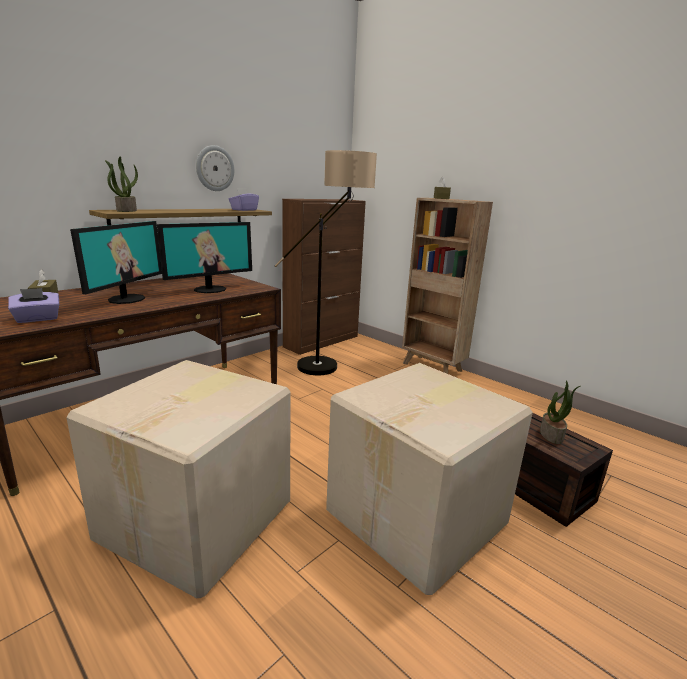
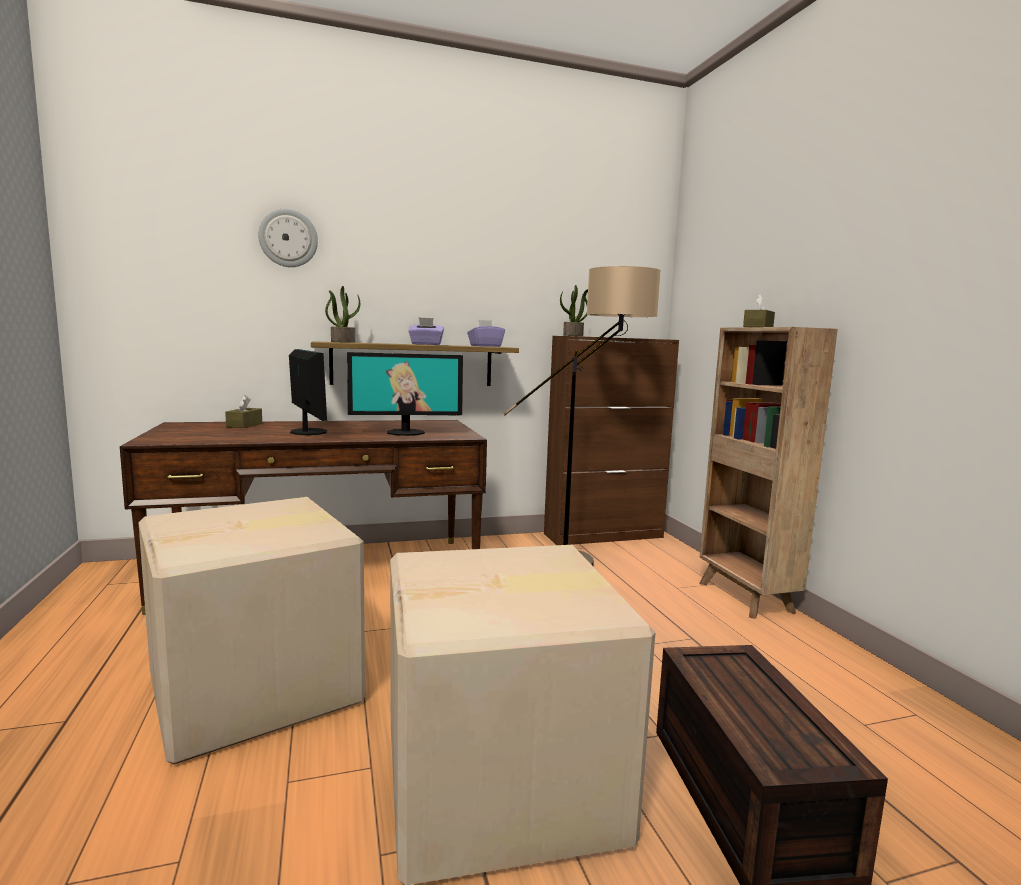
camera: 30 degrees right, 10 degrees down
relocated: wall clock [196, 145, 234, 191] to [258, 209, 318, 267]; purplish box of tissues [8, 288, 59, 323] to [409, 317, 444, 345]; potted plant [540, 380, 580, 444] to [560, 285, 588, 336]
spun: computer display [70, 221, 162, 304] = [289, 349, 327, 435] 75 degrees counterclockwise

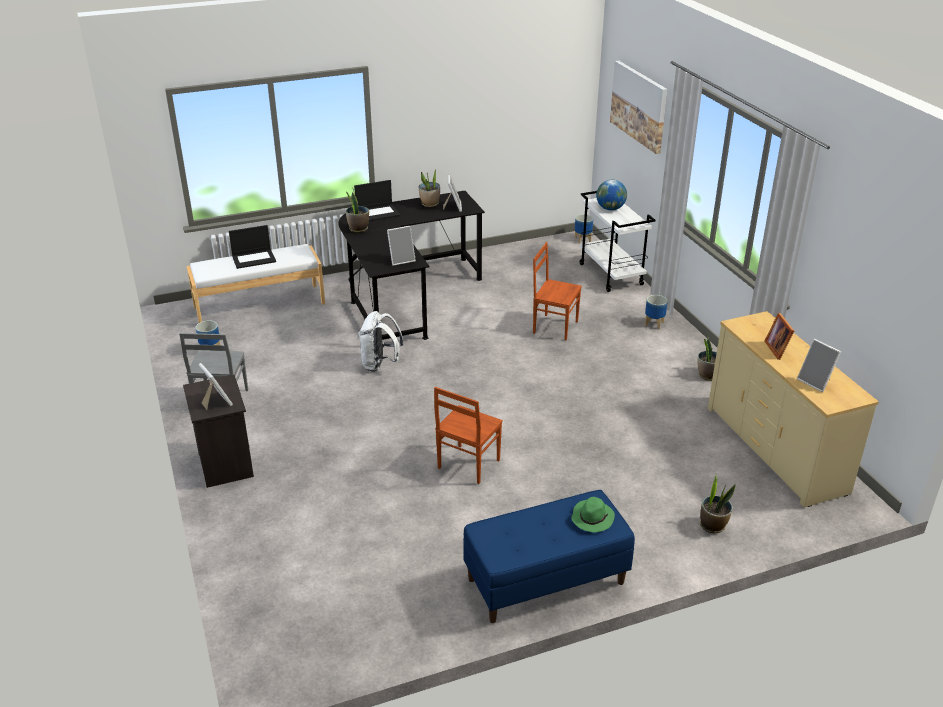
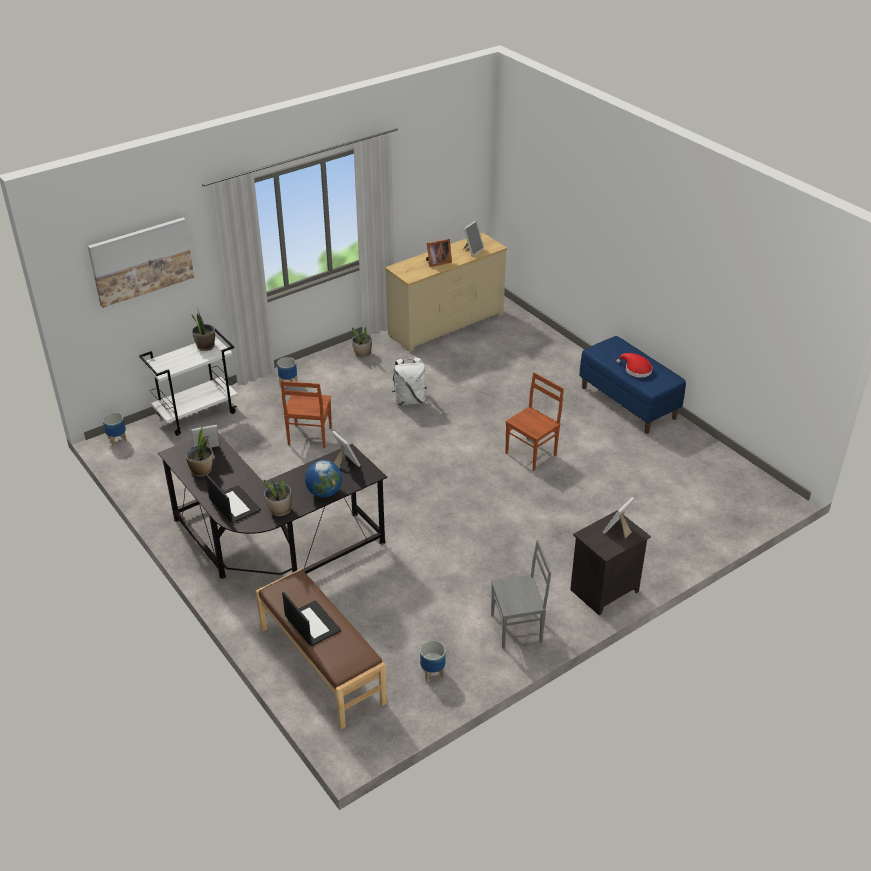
camera: 105 degrees left, 5 degrees up
missing: green wearable hat [571, 497, 615, 532]
appeared: red wearable hat [617, 353, 653, 378]
relocated: potted plant [700, 473, 736, 533] to [191, 308, 215, 351]; globe [596, 180, 627, 211] to [305, 460, 342, 498]; whitish rucksack [358, 311, 404, 372] to [392, 357, 427, 405]
colour: whitish long seat [187, 244, 325, 323] to brownish long seat [256, 569, 387, 730]
spun: brownish chair [434, 387, 503, 484] = [505, 372, 564, 470] 60 degrees counterclockwise

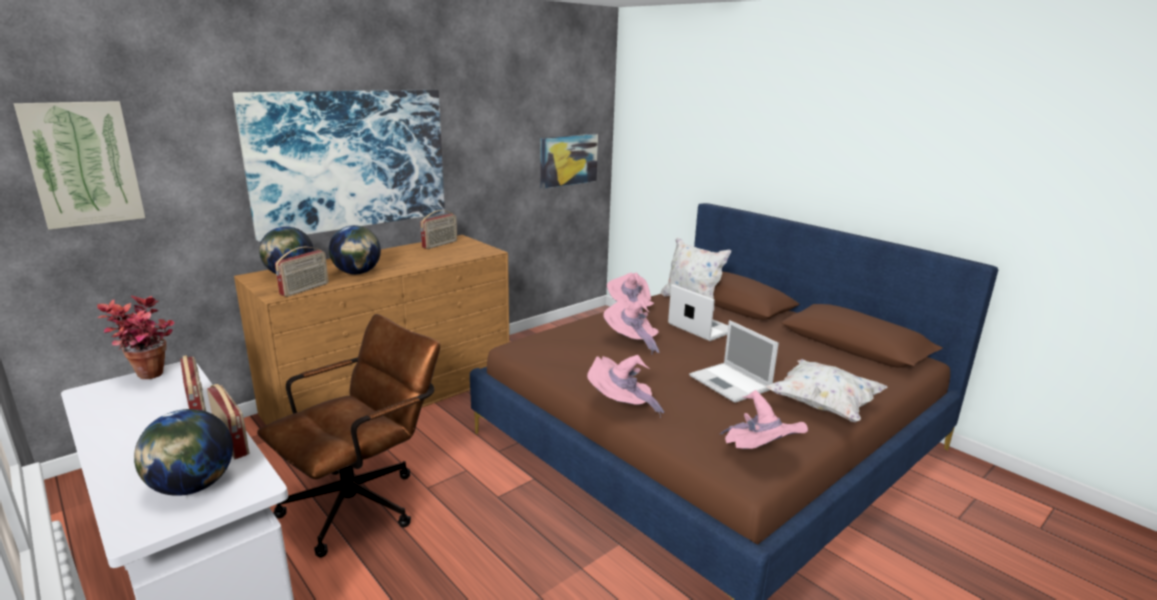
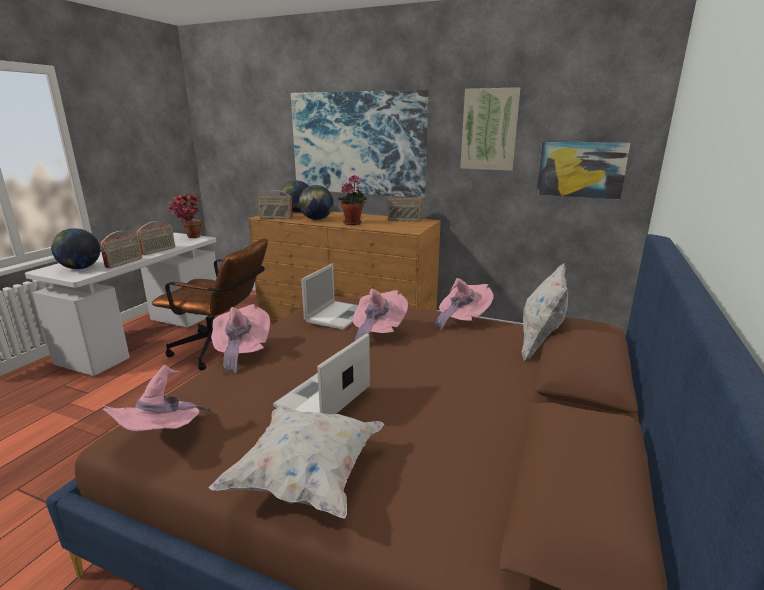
camera: 65 degrees right, 0 degrees up
appeared: potted plant [338, 175, 367, 225]
relocated: notebook computer [668, 284, 728, 341] to [301, 263, 358, 330]; wall picture [13, 101, 145, 230] to [460, 87, 520, 171]

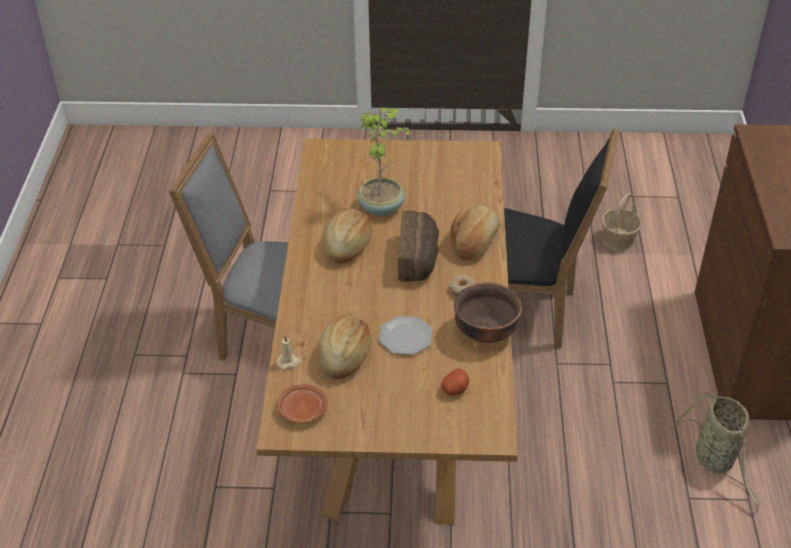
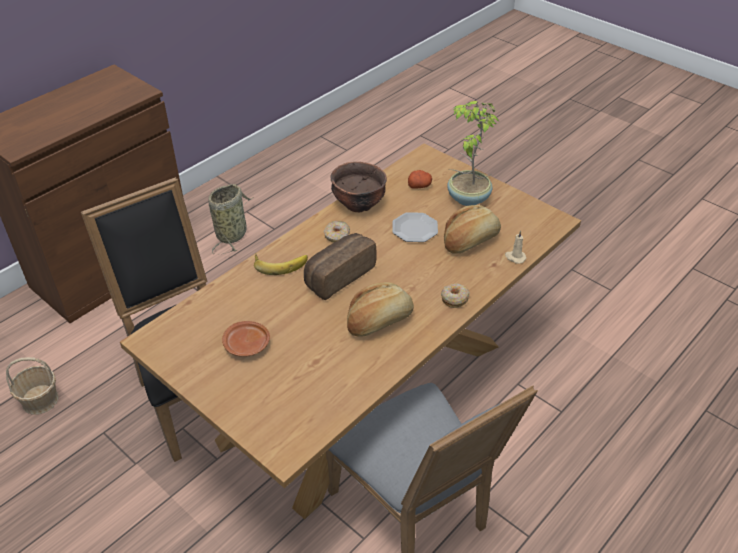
camera: 140 degrees left, 0 degrees up
appeared: doughnut [441, 284, 470, 308]
relocated: brownish flat dish [277, 384, 328, 423] to [222, 321, 270, 357]; potted plant [357, 108, 414, 216] to [447, 101, 500, 206]
exchanged: bakery bread [450, 205, 500, 261] to banana [254, 254, 308, 275]

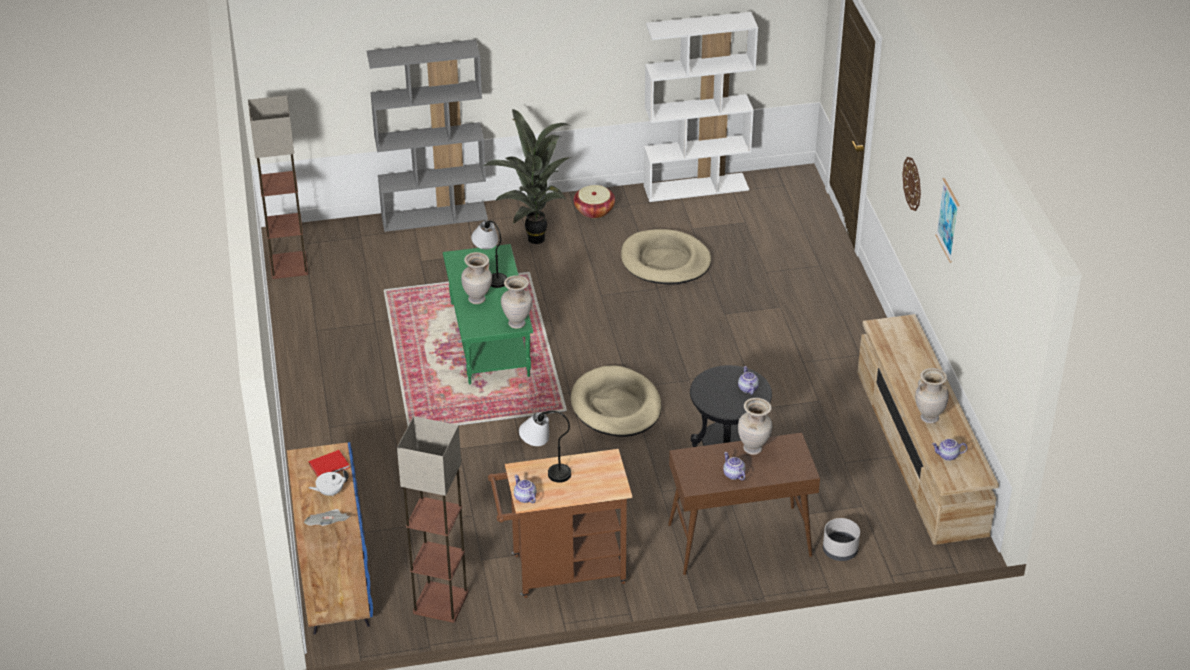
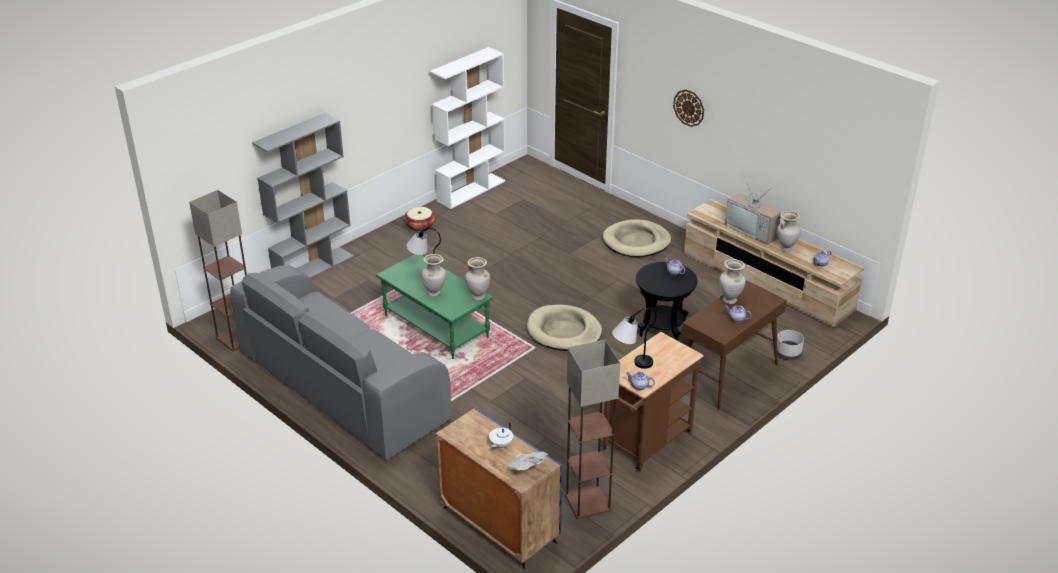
camera: 35 degrees left, 5 degrees down
missing: red volume [309, 450, 350, 477]; potted plant [483, 109, 572, 244]; wall picture [935, 178, 960, 263]
appeared: greyish couch [230, 265, 452, 460]; television [725, 177, 781, 245]
relocated: sand-coloured dog cushion [621, 229, 711, 285] to [603, 219, 671, 257]

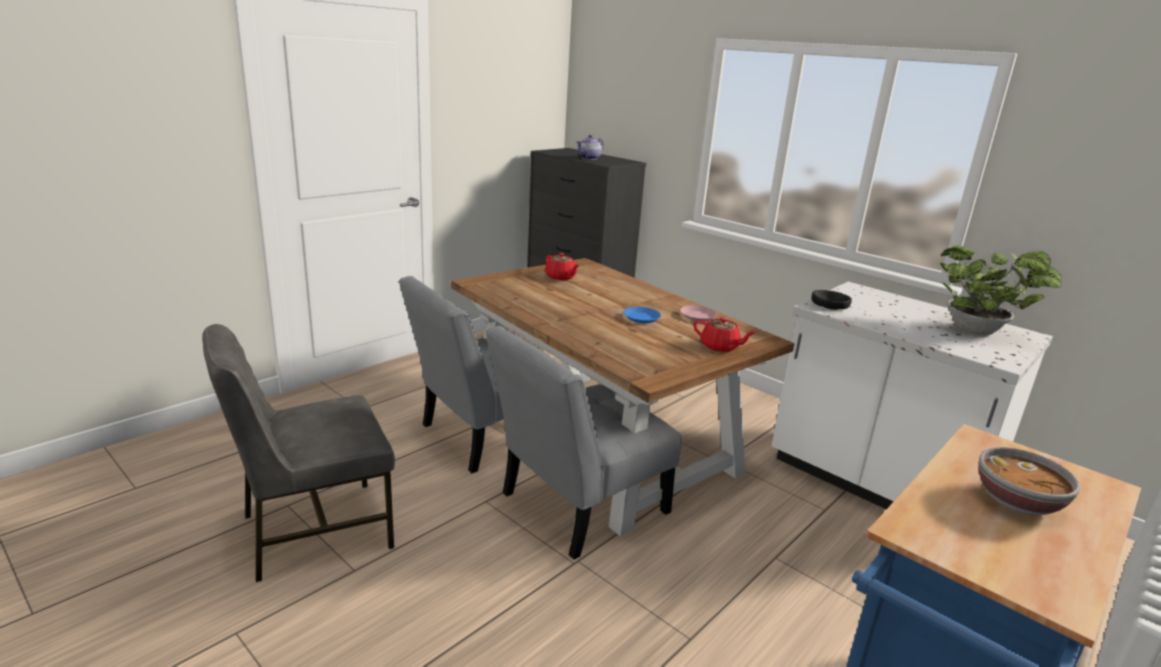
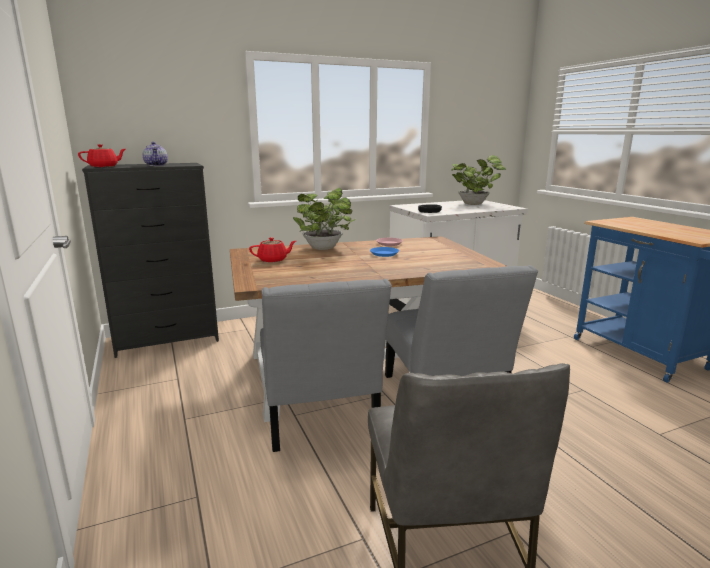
camera: 65 degrees left, 5 degrees down
missing: bowl [978, 447, 1080, 515]
appeared: potted plant [293, 188, 356, 250]
relocated: red tea pot [694, 317, 756, 352] to [78, 144, 126, 167]

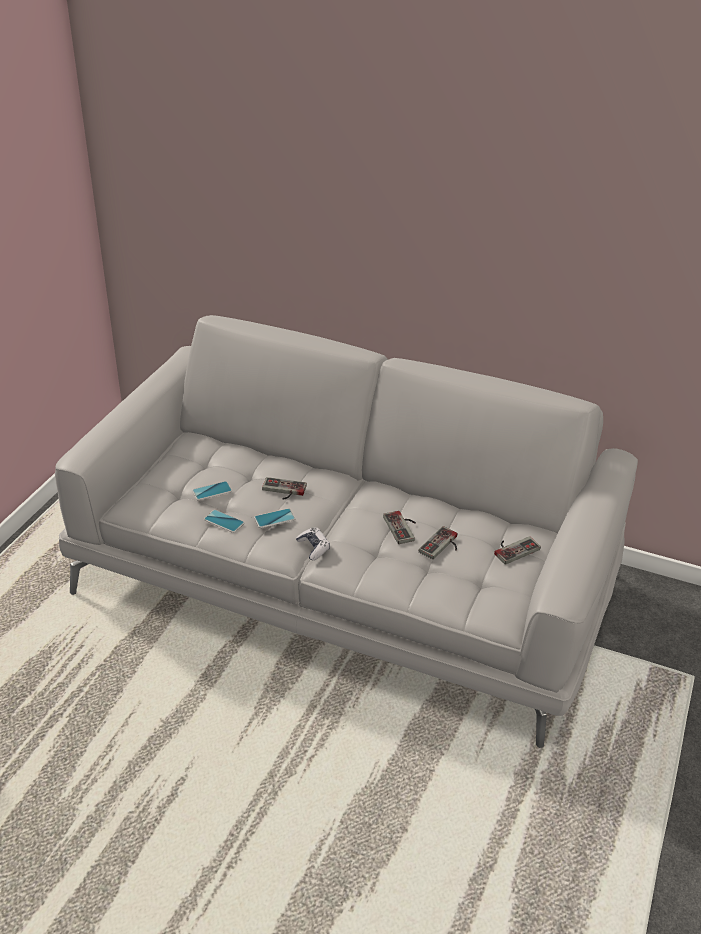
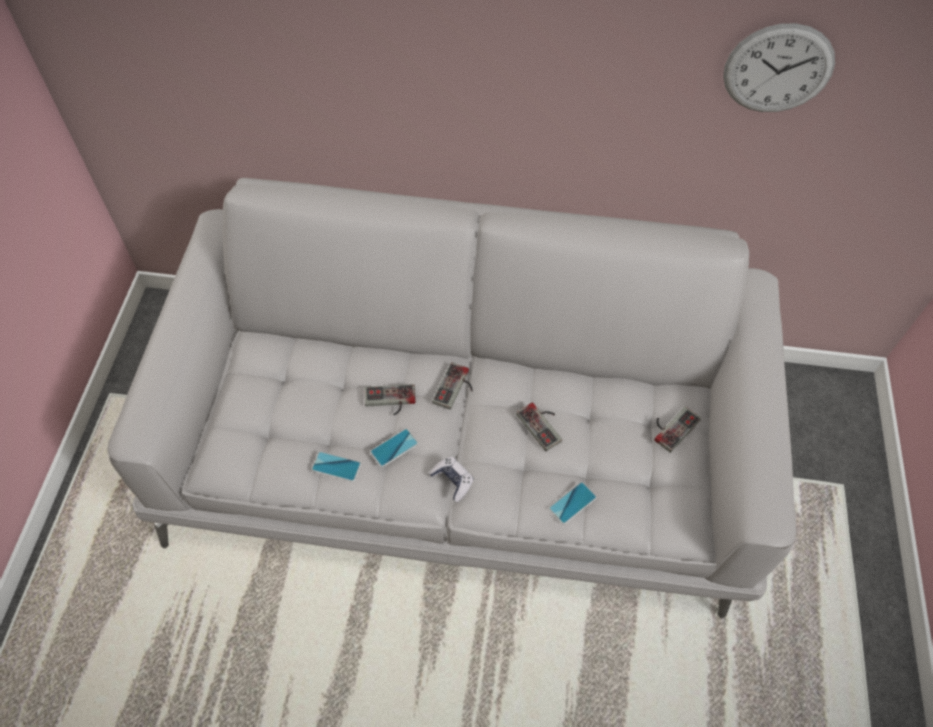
camera: 15 degrees left, 20 degrees up
appeared: wall clock [723, 23, 835, 112]
relocated: joypad [419, 526, 457, 559] to [432, 362, 473, 410]; handset [192, 481, 232, 501] to [549, 482, 597, 525]

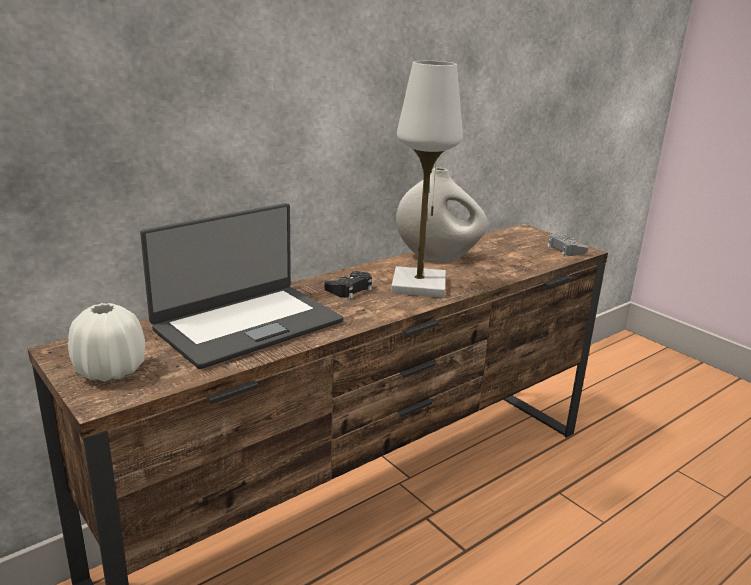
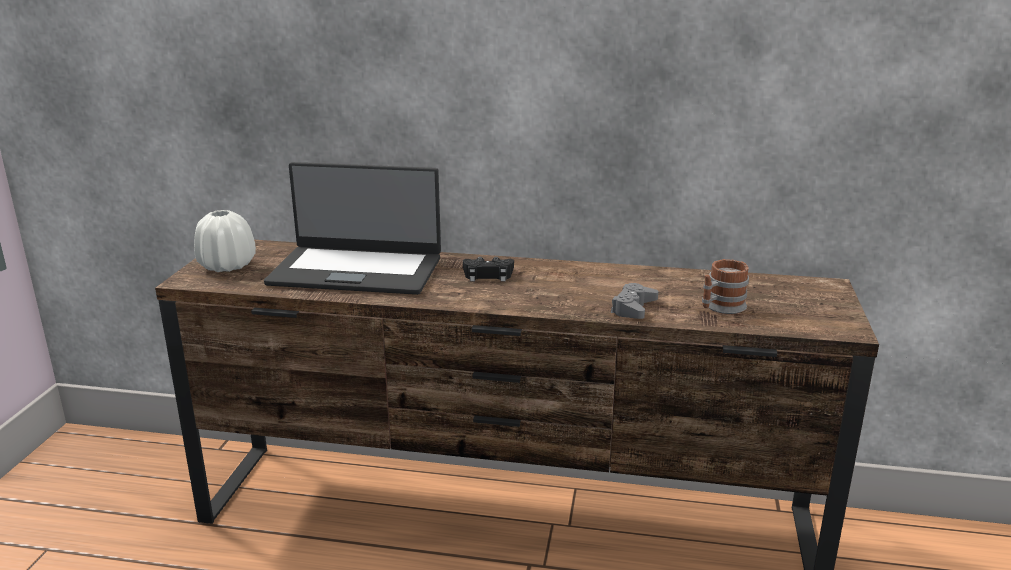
camera: 50 degrees right, 0 degrees up
missing: whitish table lamp [391, 61, 463, 298]; whitish vase [396, 168, 488, 262]
appeared: coffee mug [702, 259, 749, 314]
relocated: greyish joypad [547, 234, 589, 256] to [611, 283, 658, 319]

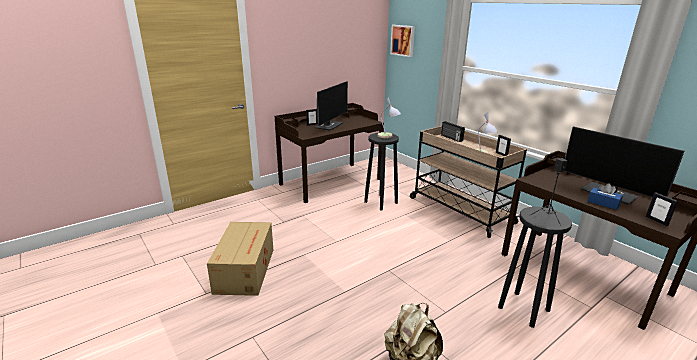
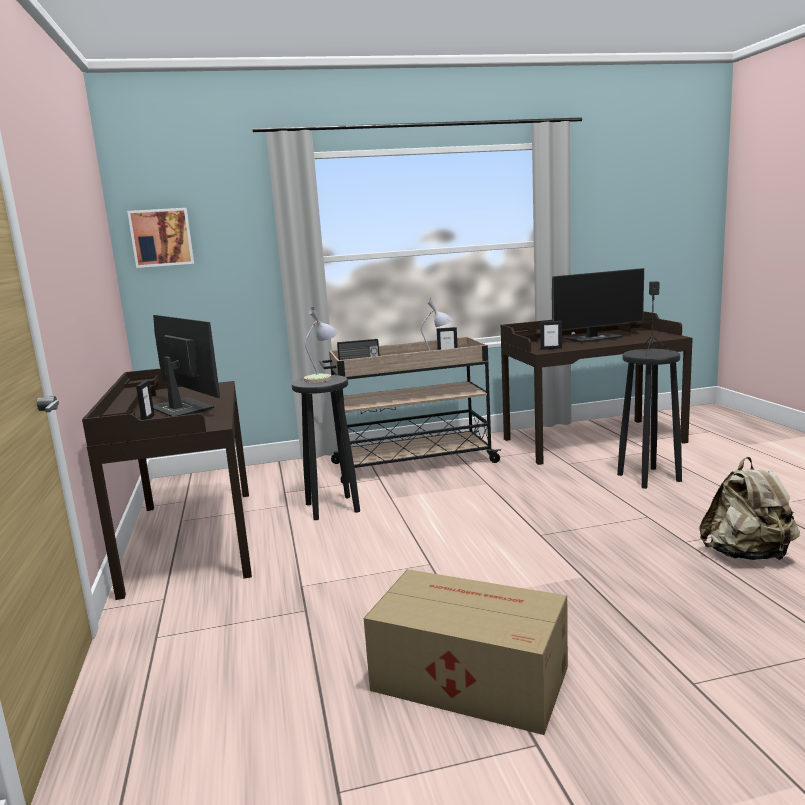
camera: 65 degrees left, 10 degrees down
missing: blue-coloured box of tissues [588, 183, 623, 210]
relocated: standing frame [646, 192, 678, 226] to [540, 321, 562, 350]

